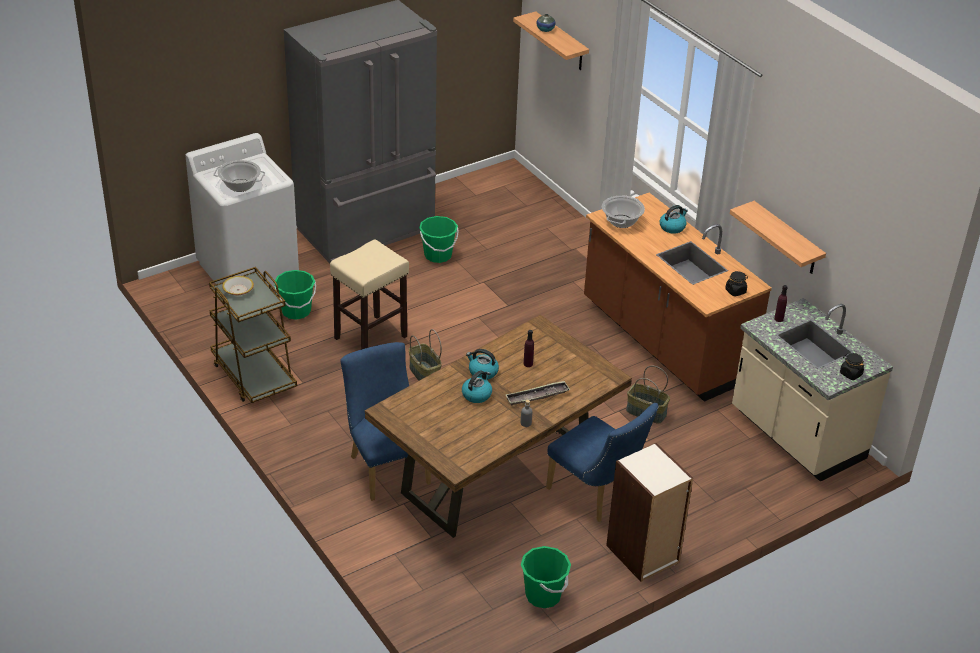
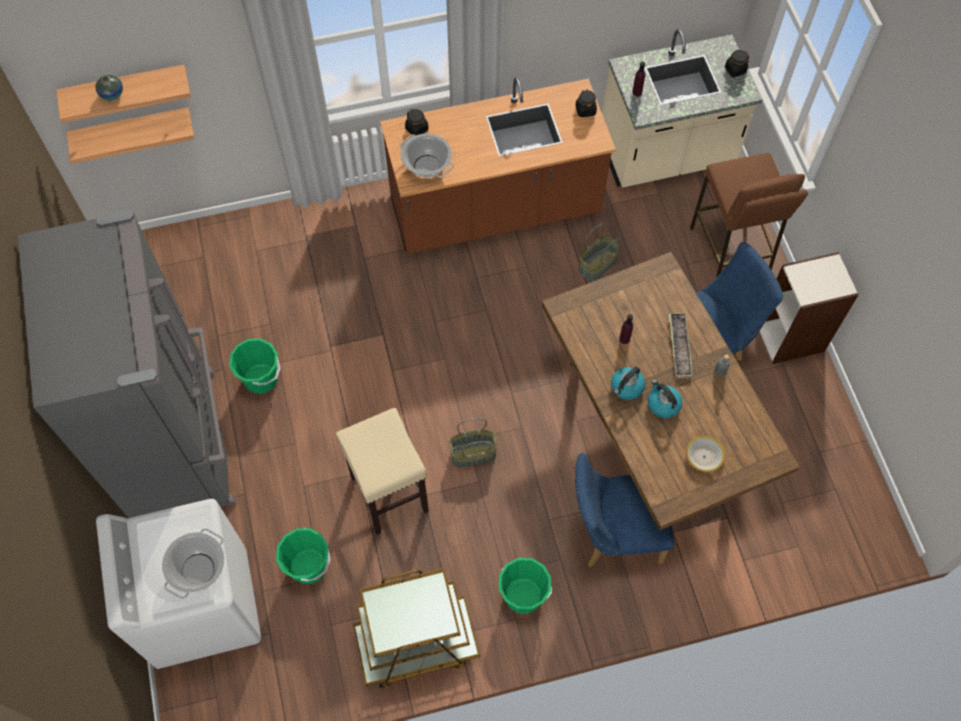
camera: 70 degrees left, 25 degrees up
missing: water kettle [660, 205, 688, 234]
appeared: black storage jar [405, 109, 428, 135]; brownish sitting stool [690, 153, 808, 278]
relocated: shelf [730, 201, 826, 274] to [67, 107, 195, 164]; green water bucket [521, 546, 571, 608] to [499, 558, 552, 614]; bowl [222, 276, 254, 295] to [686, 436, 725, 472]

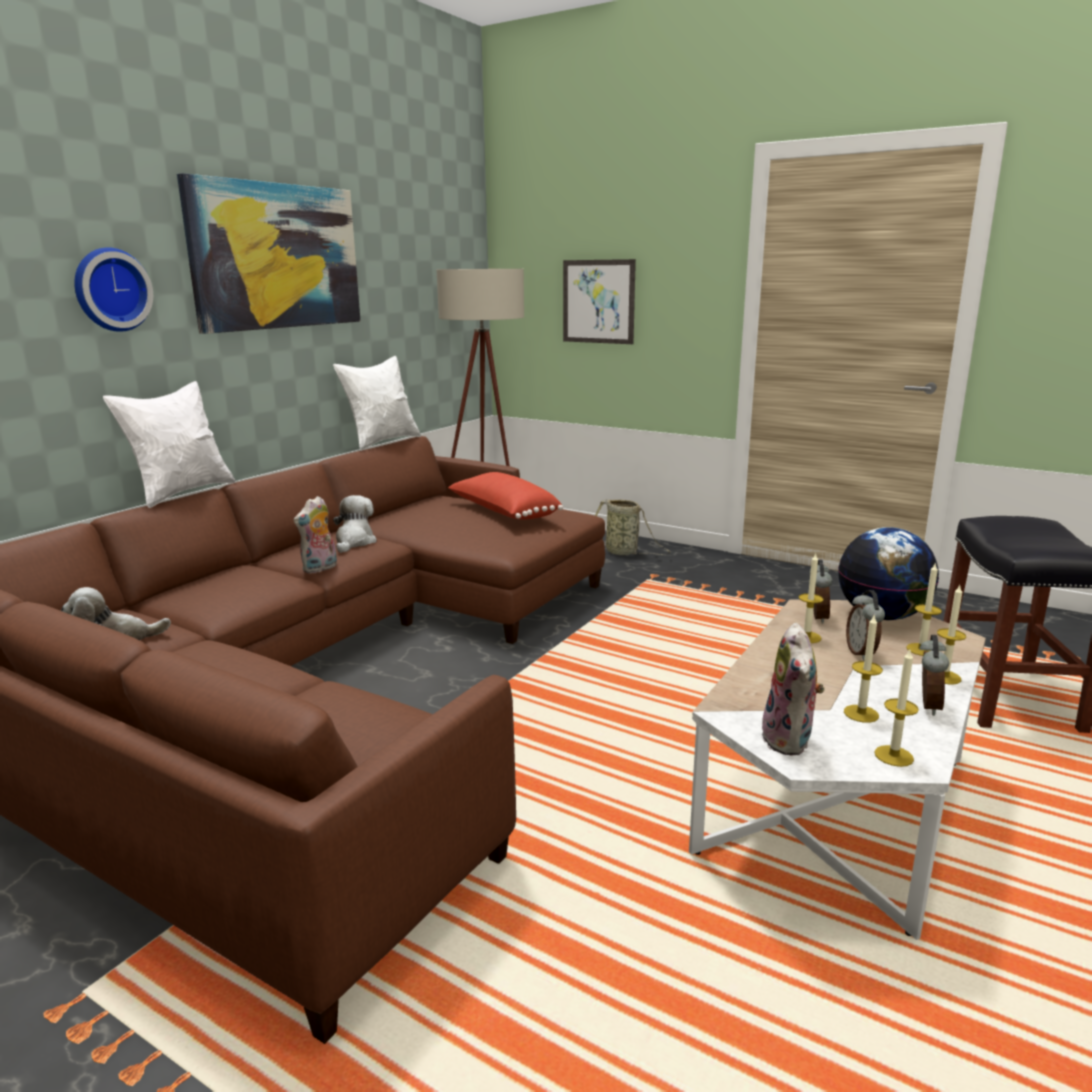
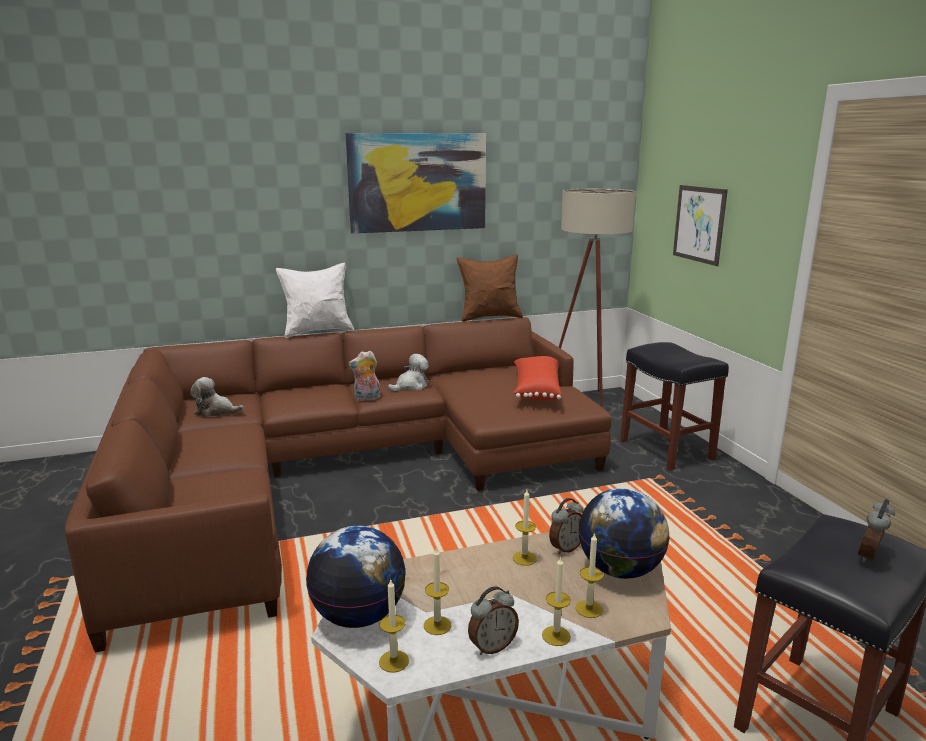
camera: 40 degrees right, 0 degrees up
missing: wall clock [74, 247, 153, 332]
relocated: table clock [846, 590, 885, 661] to [858, 499, 895, 562]
exchanged: soft toy [761, 623, 825, 755] to globe [306, 526, 406, 628]; storage basket [595, 499, 670, 555] to black sitting stool [620, 342, 729, 471]
colour: whitish cushion [333, 356, 421, 451] to brownish cushion [457, 254, 523, 322]

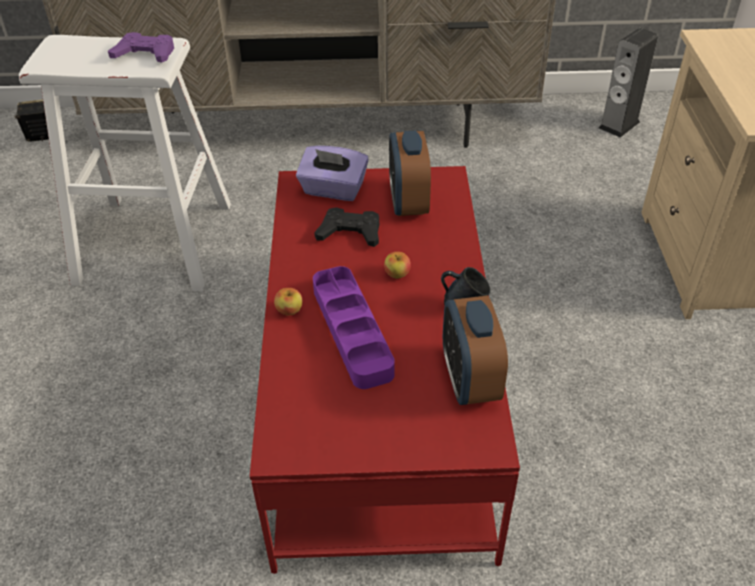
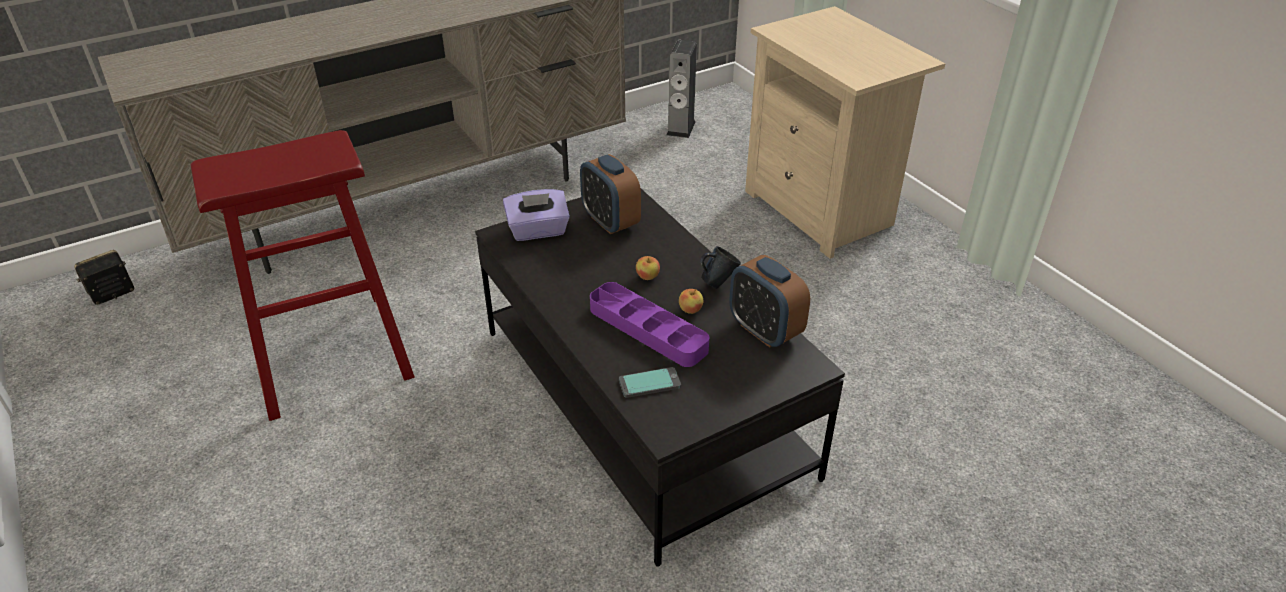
camera: 30 degrees left, 5 degrees down
missing: purplish joypad [108, 32, 174, 63]; black joypad [314, 207, 379, 247]
appeared: handset [619, 367, 681, 398]
relocated: apple fruit [274, 288, 303, 316] to [679, 289, 703, 314]
colour: whitish sitting stool [19, 35, 231, 292] to red sitting stool [191, 130, 415, 421]; red coffee table [250, 166, 520, 574] to black coffee table [475, 189, 845, 567]

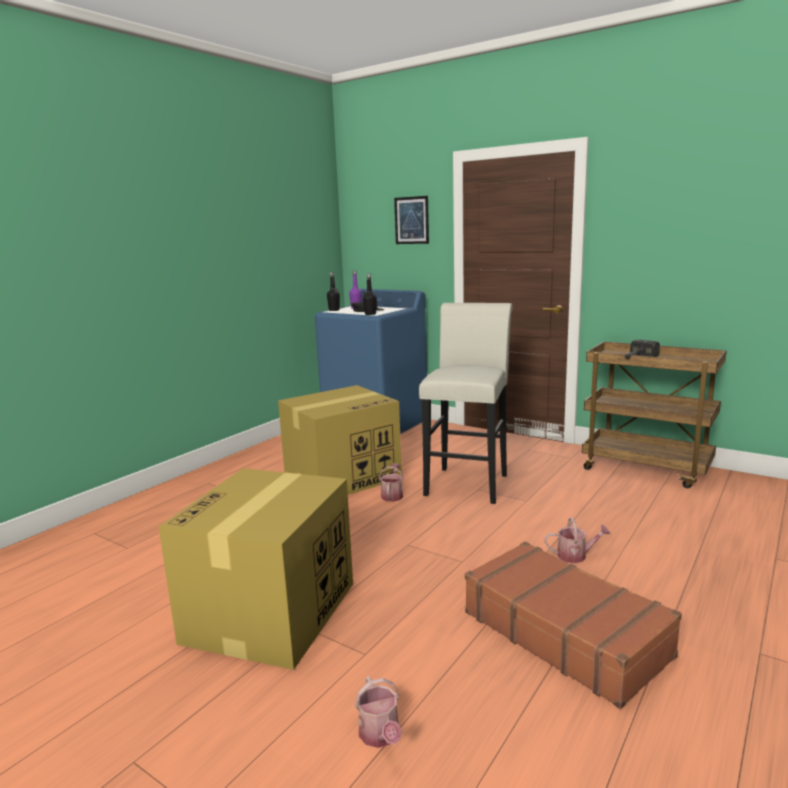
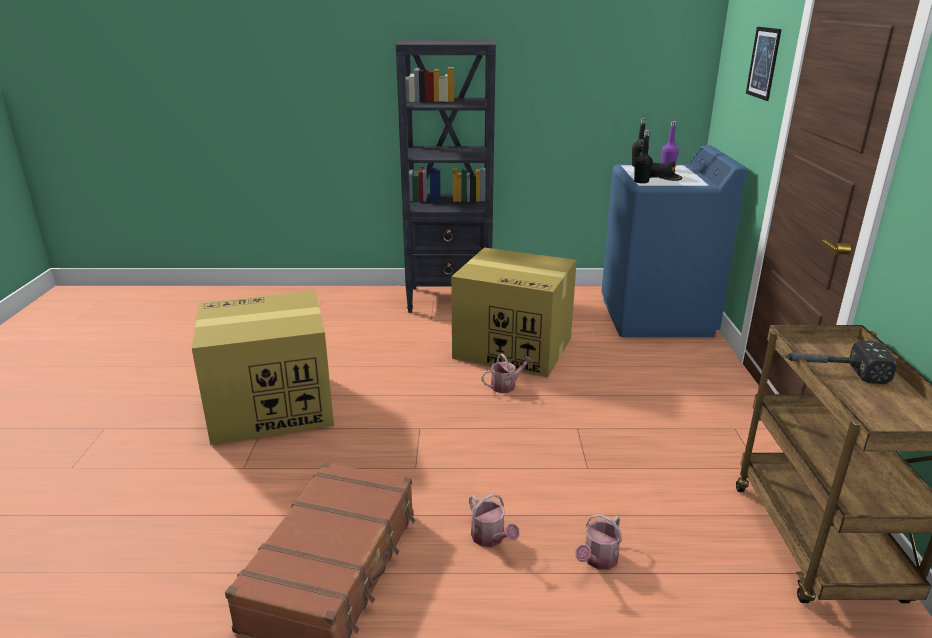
camera: 55 degrees right, 10 degrees up
missing: whitish sitting stool [419, 303, 513, 504]
appeared: black shelving unit [396, 40, 496, 313]
relocated: watering pot [355, 676, 402, 748] to [576, 514, 622, 570]

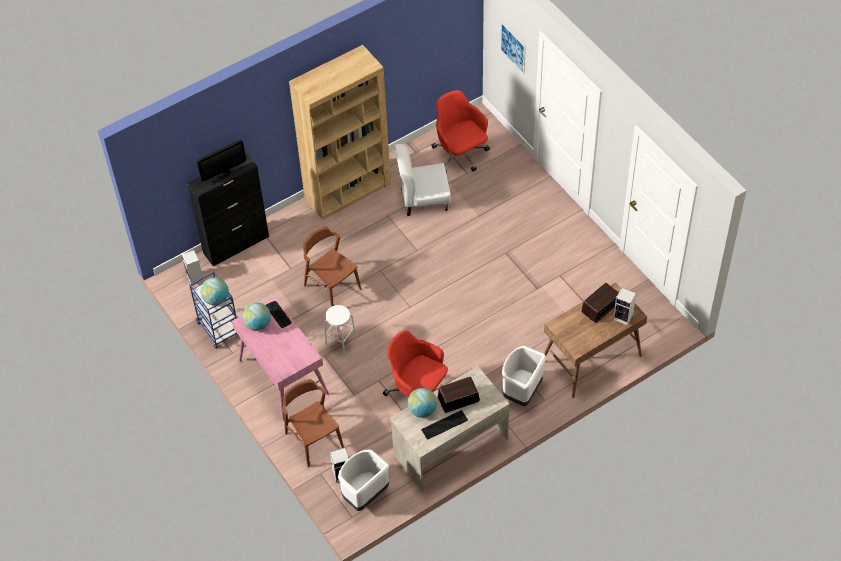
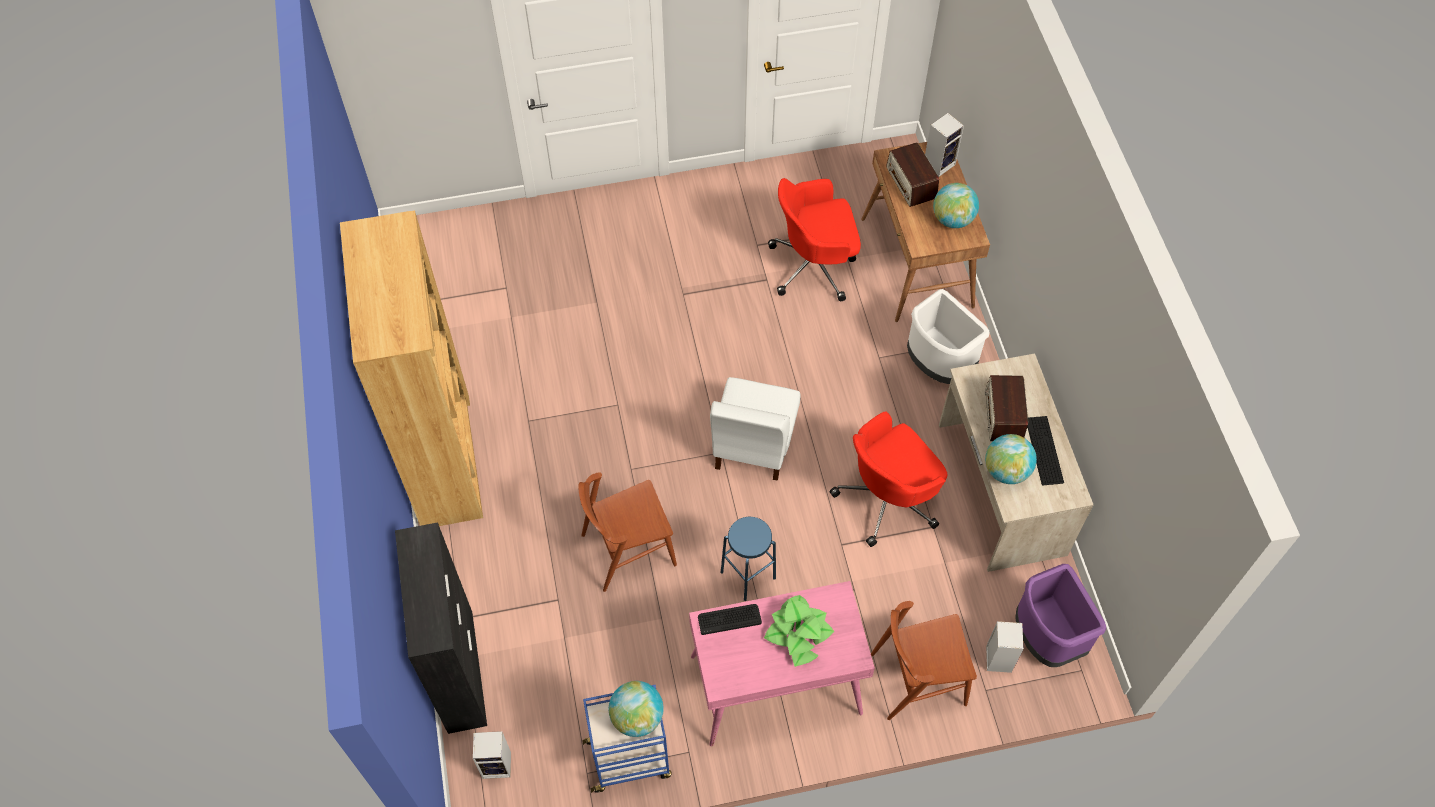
camera: 70 degrees left, 5 degrees up
missing: computer display [197, 139, 246, 182]; wall picture [500, 22, 526, 74]
appeared: potted plant [764, 595, 834, 667]
relocated: whitish chair [394, 144, 451, 216] to [710, 377, 801, 481]; red desk chair [431, 90, 490, 174] to [768, 178, 861, 301]; globe [242, 302, 271, 331] to [933, 183, 979, 228]
colour: whitish sitting stool [324, 305, 357, 358] to blue-coloured sitting stool [721, 517, 776, 601]; whitish rubbish bin [338, 449, 389, 511] to purplish rubbish bin [1015, 564, 1106, 667]

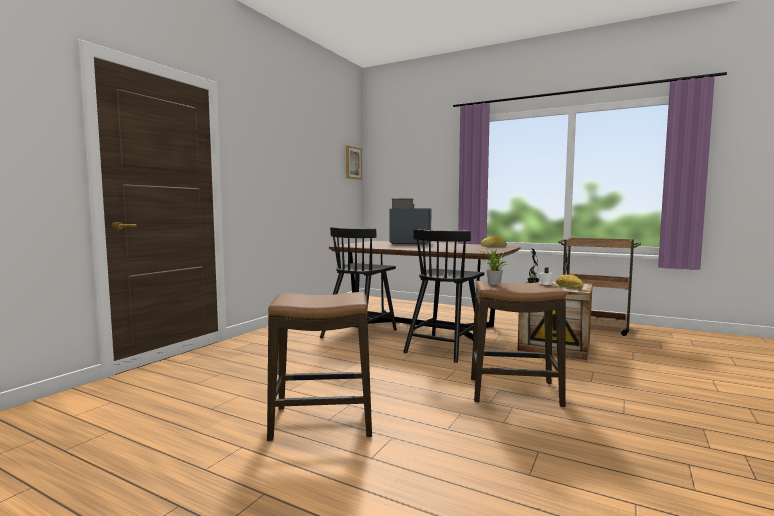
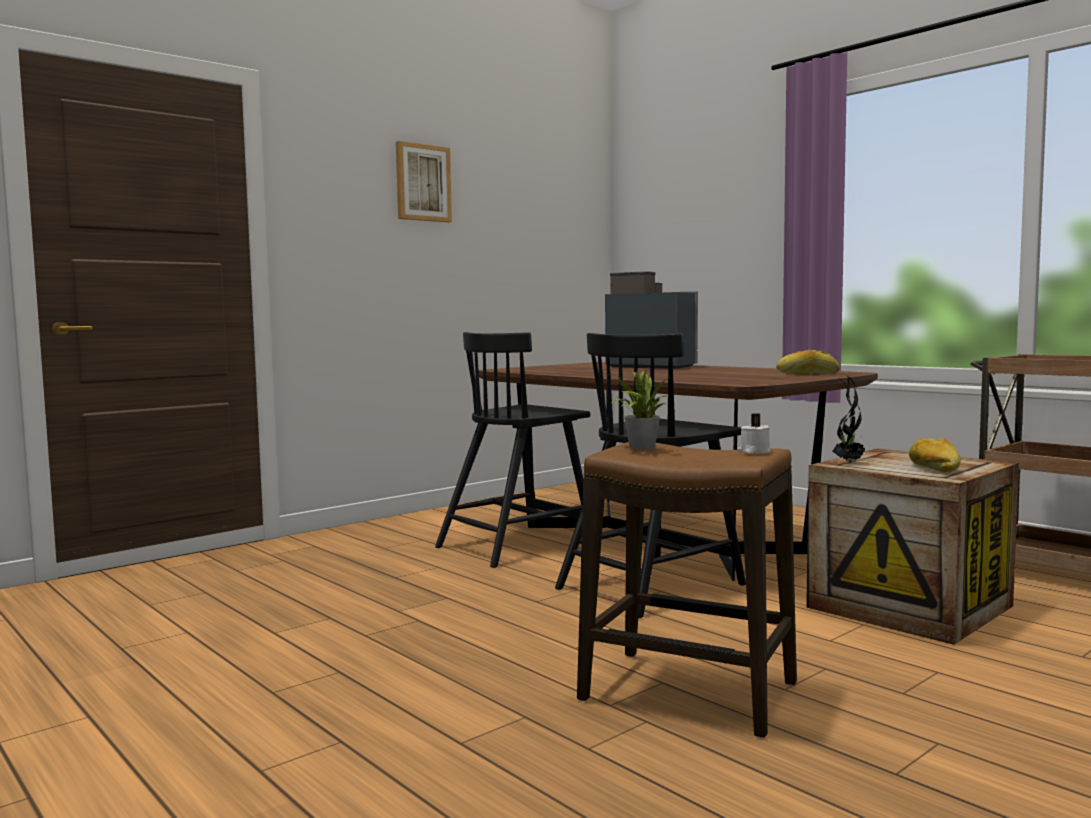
camera: 20 degrees right, 0 degrees up
missing: sitting stool [267, 292, 372, 441]
relocated: wall picture [346, 145, 362, 180] to [396, 141, 452, 222]

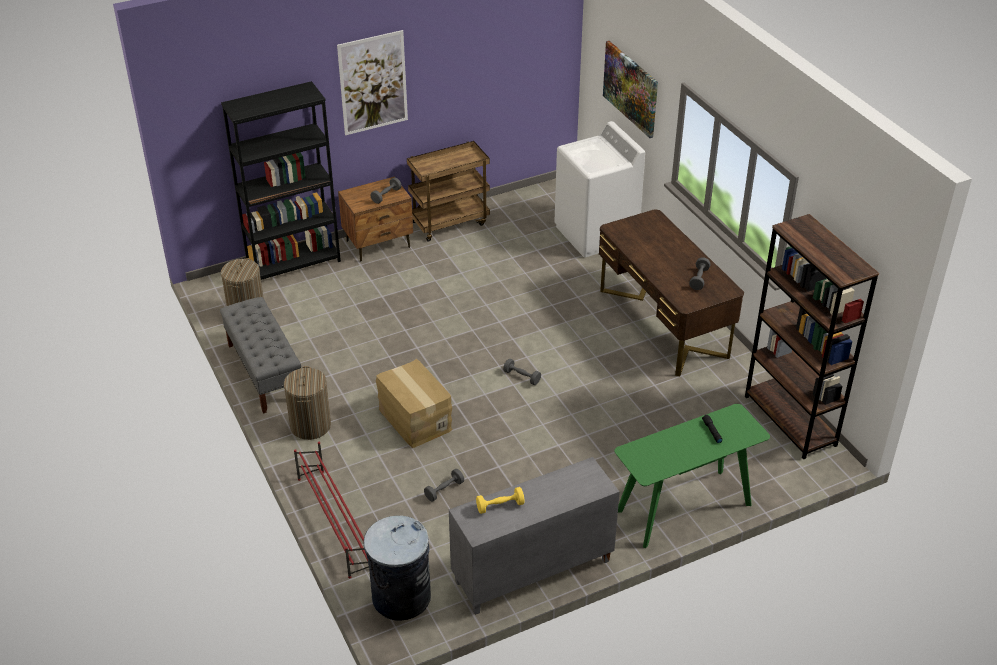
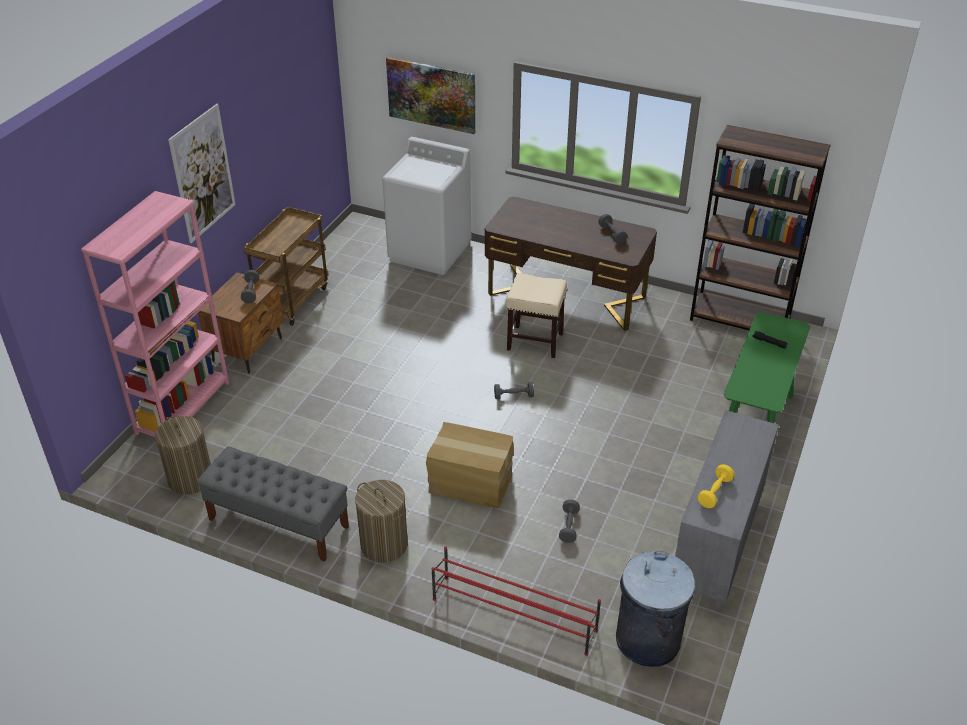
camera: 40 degrees left, 0 degrees up
appeared: sand-coloured sitting stool [506, 273, 567, 358]
colour: black shelving unit [221, 81, 341, 280] to pink shelving unit [81, 191, 229, 437]

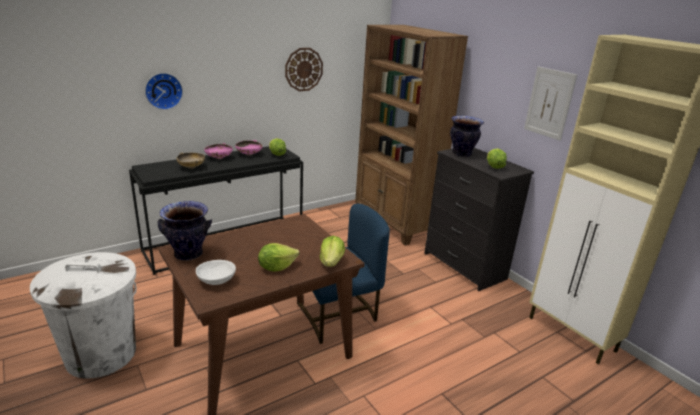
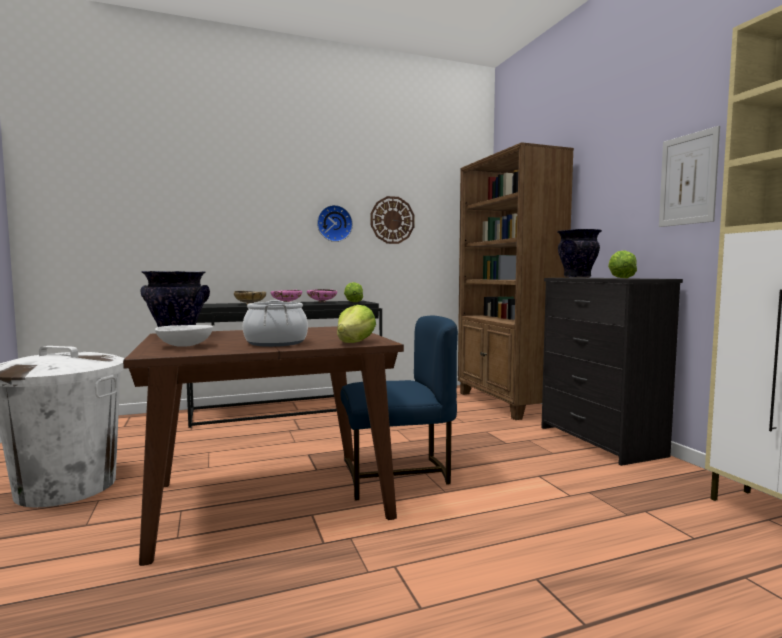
camera: 15 degrees right, 20 degrees down
relocated: wall clock [145, 73, 183, 110] to [317, 205, 353, 242]
exchanged: lettuce [258, 243, 299, 271] to saucepot [243, 300, 308, 347]

